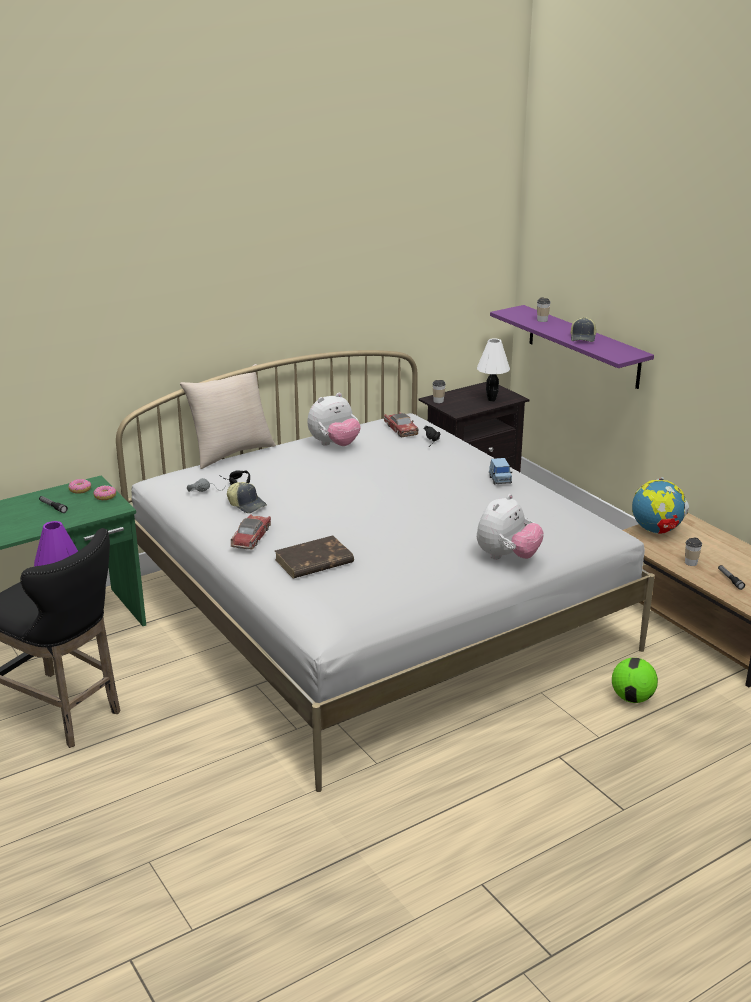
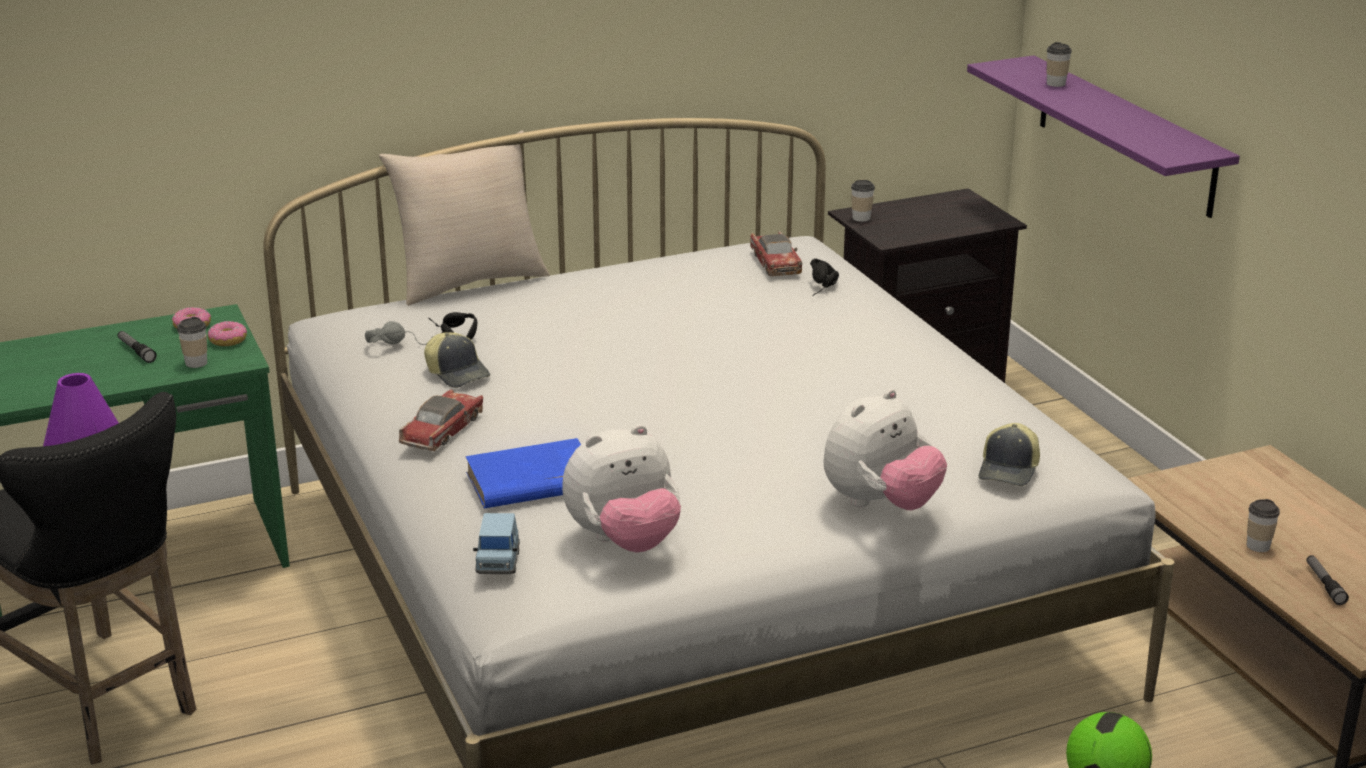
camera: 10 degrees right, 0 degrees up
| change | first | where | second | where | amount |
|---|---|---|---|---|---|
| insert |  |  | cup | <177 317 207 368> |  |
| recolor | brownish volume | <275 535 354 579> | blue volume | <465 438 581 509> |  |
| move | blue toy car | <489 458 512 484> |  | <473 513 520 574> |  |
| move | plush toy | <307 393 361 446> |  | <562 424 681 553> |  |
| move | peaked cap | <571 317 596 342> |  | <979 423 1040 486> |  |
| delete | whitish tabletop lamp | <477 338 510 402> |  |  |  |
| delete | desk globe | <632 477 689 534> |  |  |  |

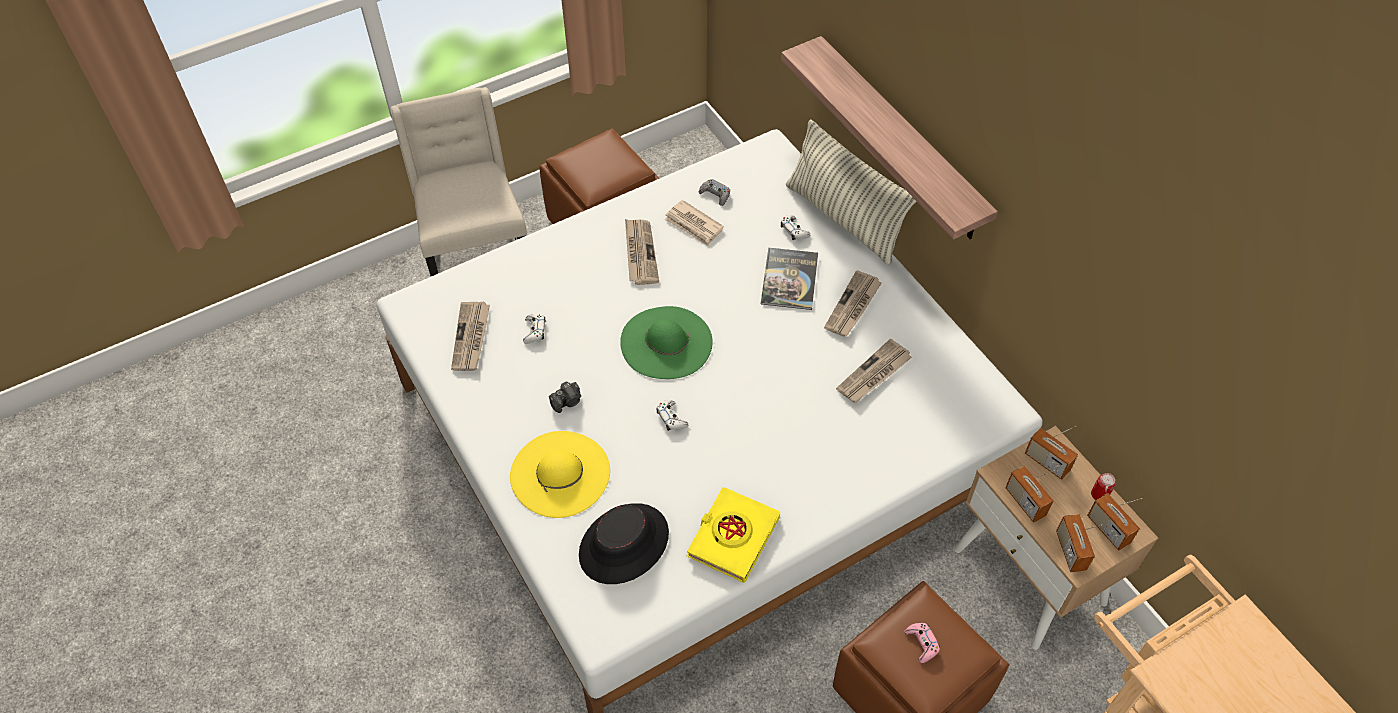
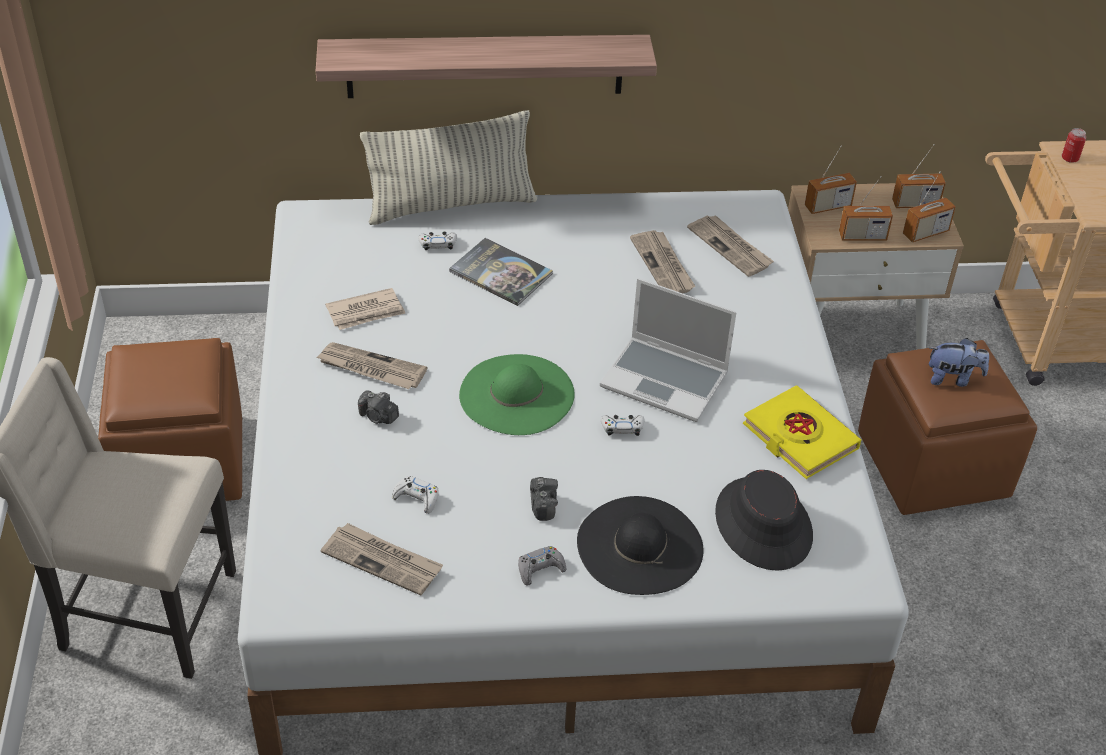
camera: 65 degrees left, 10 degrees down
| change | first | where | second | where | amount |
|---|---|---|---|---|---|
| insert |  |  | still camera | <358 390 399 424> |  |
| move | gray game controller | <699 179 730 206> |  | <518 546 566 586> |  |
| recolor | yellow-coloured wearable hat | <510 431 610 518> | black-coloured wearable hat | <577 496 704 595> |  |
| insert |  |  | portable computer | <600 278 737 422> |  |
| move | daily paper | <824 270 882 337> |  | <687 215 774 277> |  |
| rotate | radio receiver | <1056 514 1102 572> |  | <903 171 956 242> | 45 degrees counterclockwise |
| replace | pinkish game controller | <904 623 940 663> | plush toy | <929 338 989 387> |  |
| move | can | <1091 473 1116 500> |  | <1062 128 1086 163> |  |

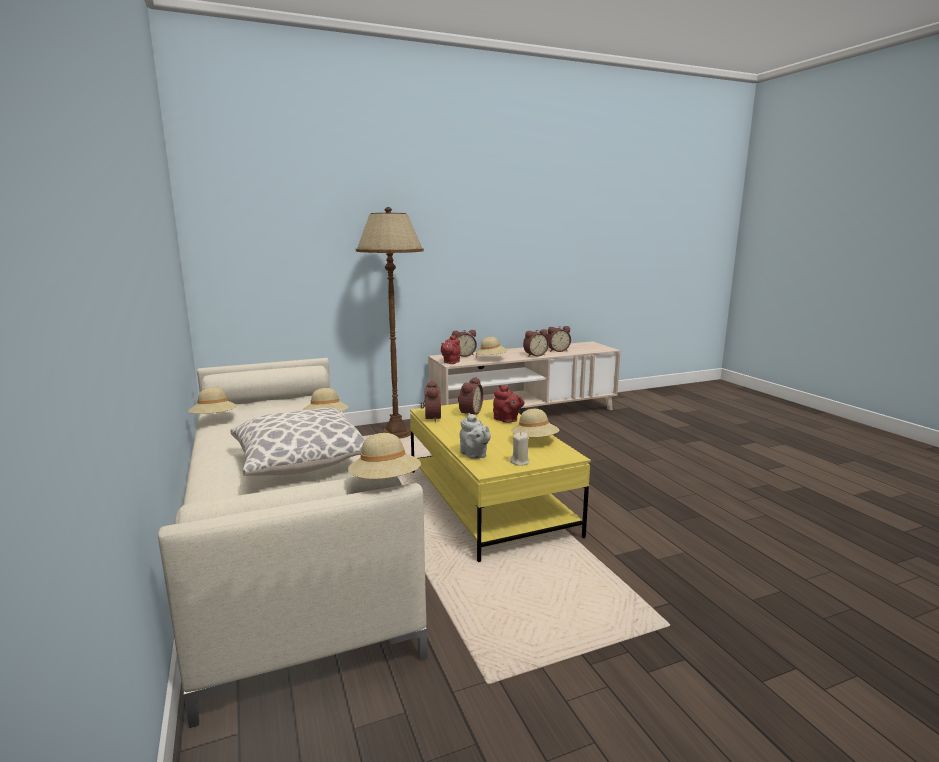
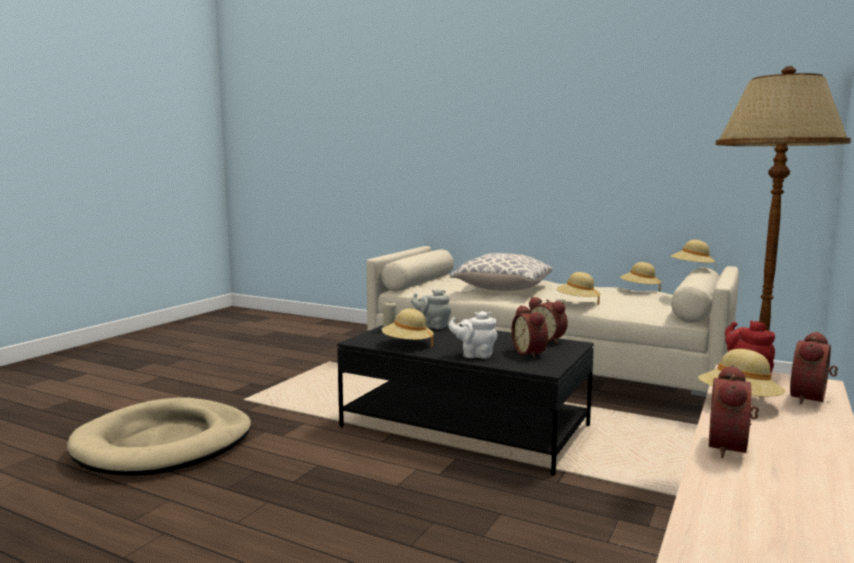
camera: 140 degrees right, 5 degrees down
| change | first | where | second | where | amount |
|---|---|---|---|---|---|
| insert |  |  | sand-coloured dog bed | <67 397 251 476> |  |
| recolor | yellow-coloured lounge table | <410 399 591 562> | black-coloured lounge table | <337 324 594 476> |  |
| recolor | reddish teapot | <493 385 524 423> | whitish teapot | <449 311 498 359> |  |
| move | sand-coloured wearable hat | <348 433 421 479> |  | <671 240 716 266> |  |
| delete | table clock | <547 326 571 352> |  |  |  |

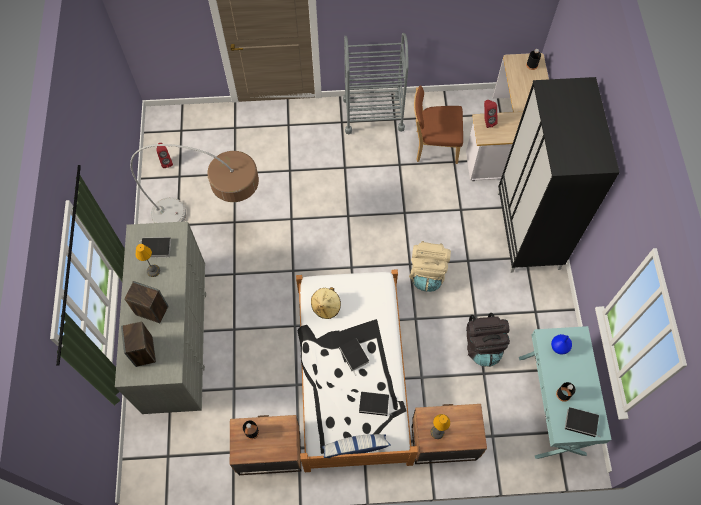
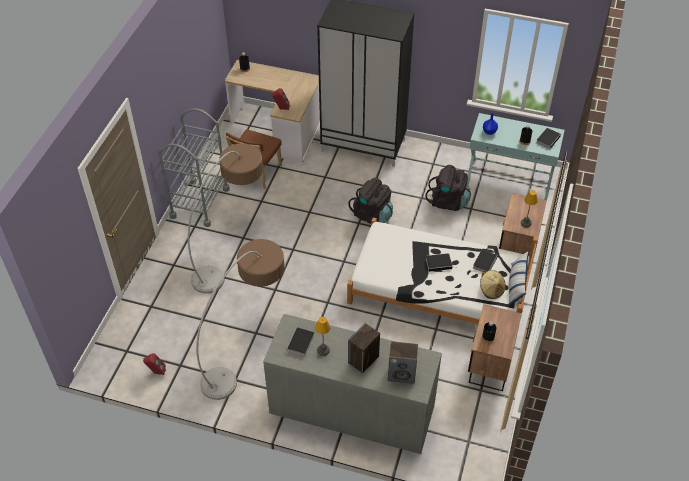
camera: 70 degrees left, 15 degrees down
| change | first | where | second | where | amount |
|---|---|---|---|---|---|
| insert |  |  | floor lamp | <188 143 263 294> |  |
| recolor | sand-coloured knapsack | <409 241 451 292> | black-coloured knapsack | <348 178 393 224> |  |
| move | sand-coloured wearable hat | <311 287 341 319> |  | <480 270 505 299> |  |

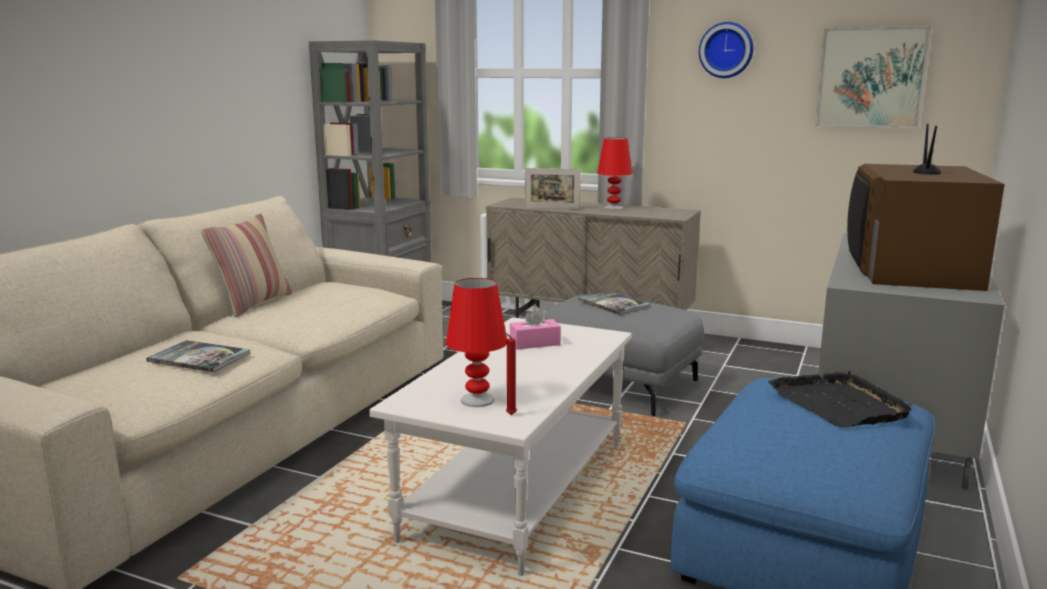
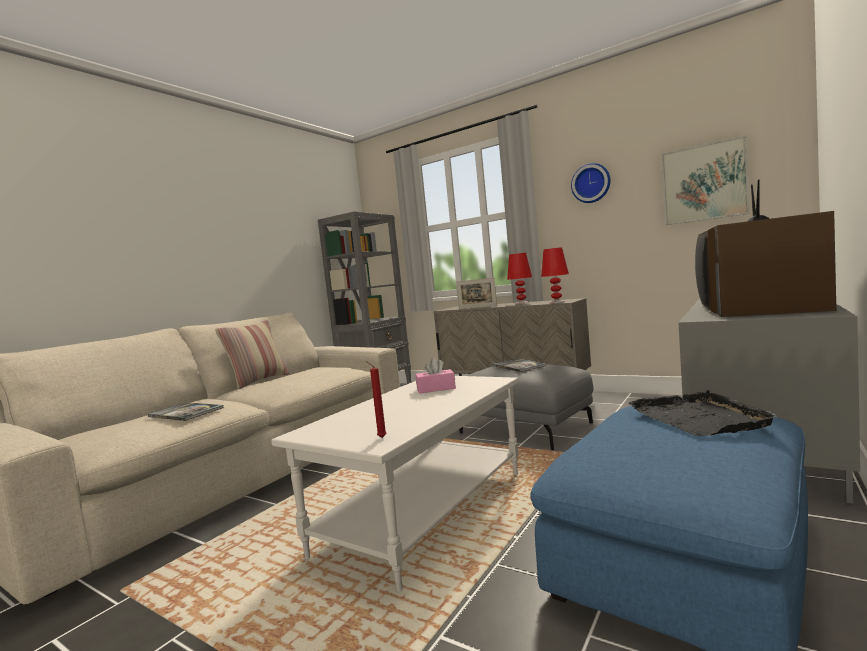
camera: 10 degrees right, 10 degrees down
| change | first | where | second | where | amount |
|---|---|---|---|---|---|
| move | reddish tabletop lamp | <446 278 507 407> |  | <541 247 569 303> |  |

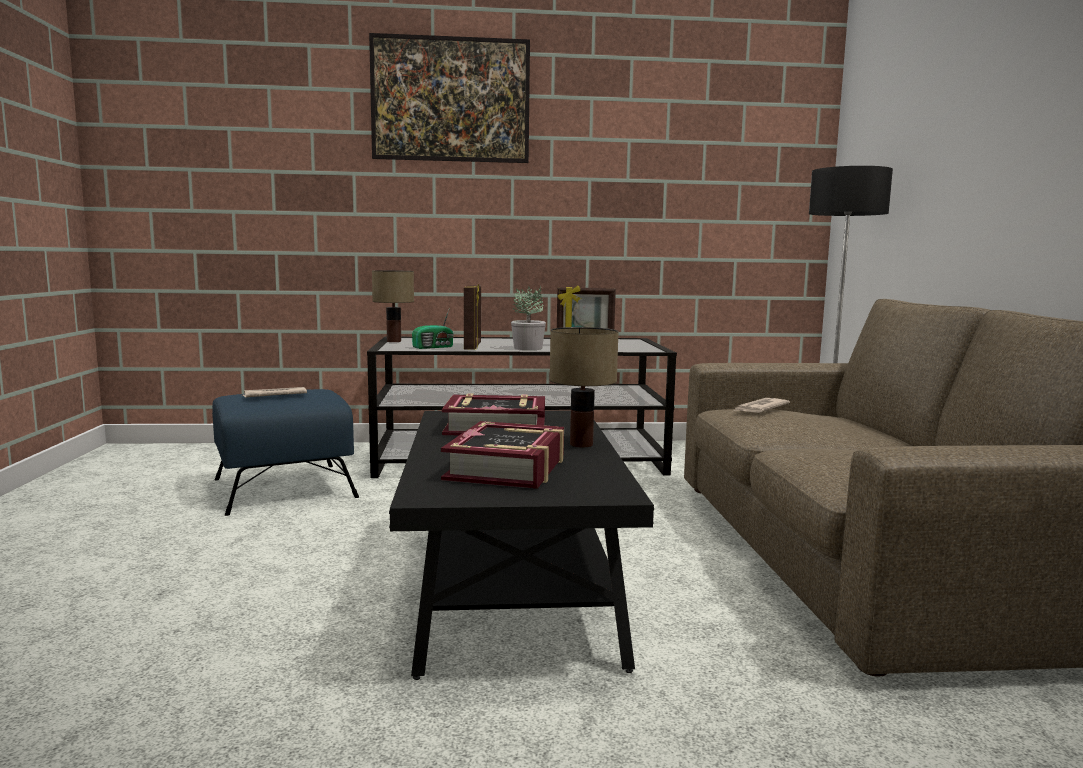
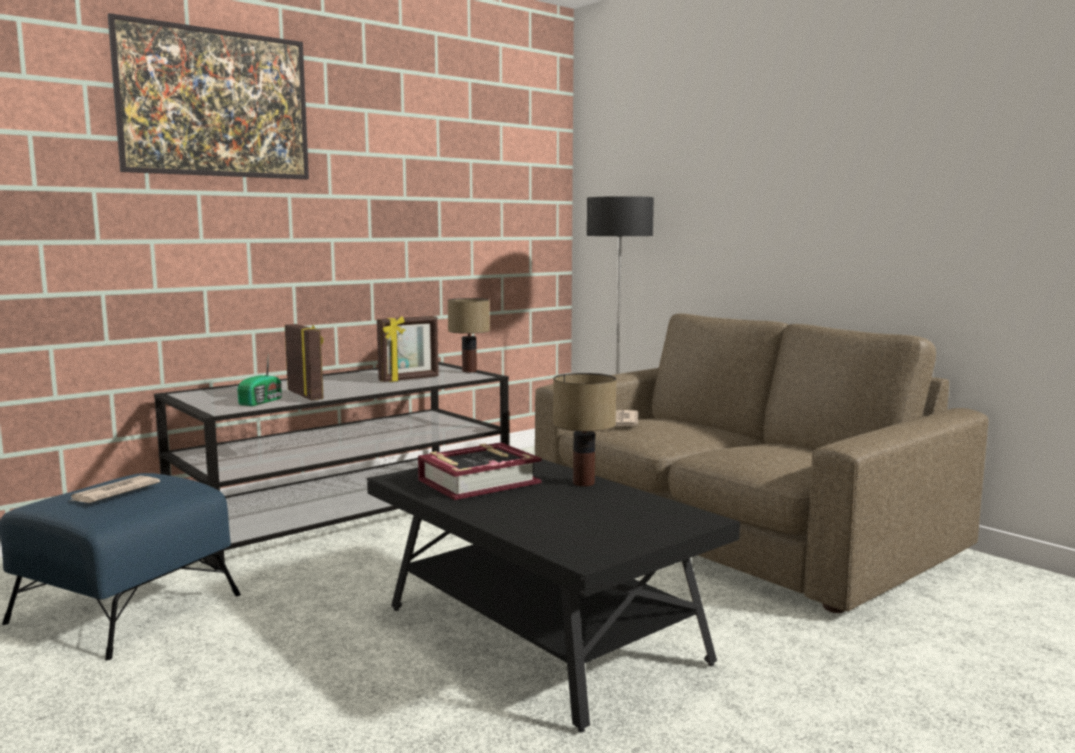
camera: 35 degrees left, 0 degrees up
| change | first | where | second | where | amount |
|---|---|---|---|---|---|
| move | tabletop lamp | <372 270 414 342> |  | <448 298 490 372> |  |
| delete | volume | <441 421 564 489> |  |  |  |
| delete | plant in a pot | <511 287 546 350> |  |  |  |

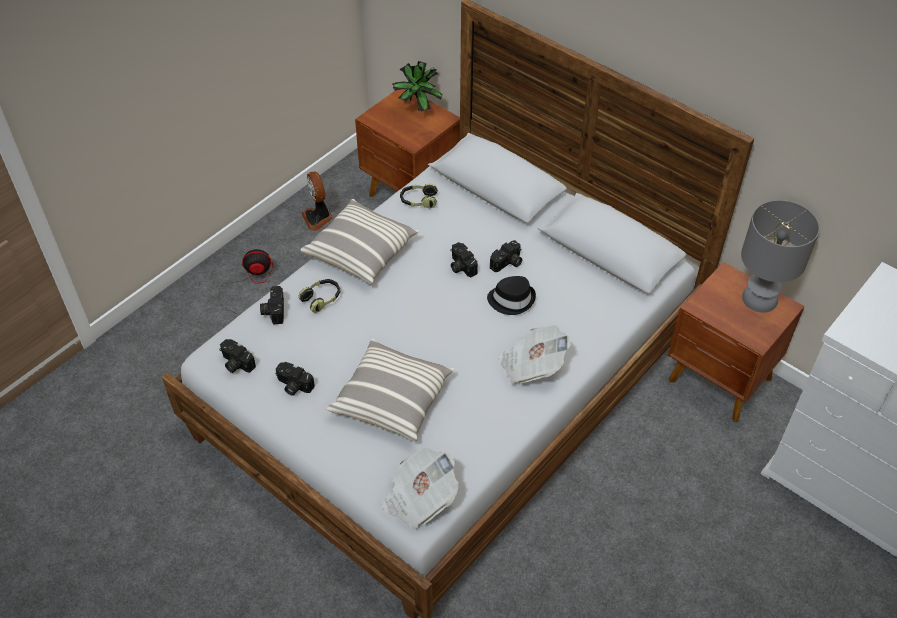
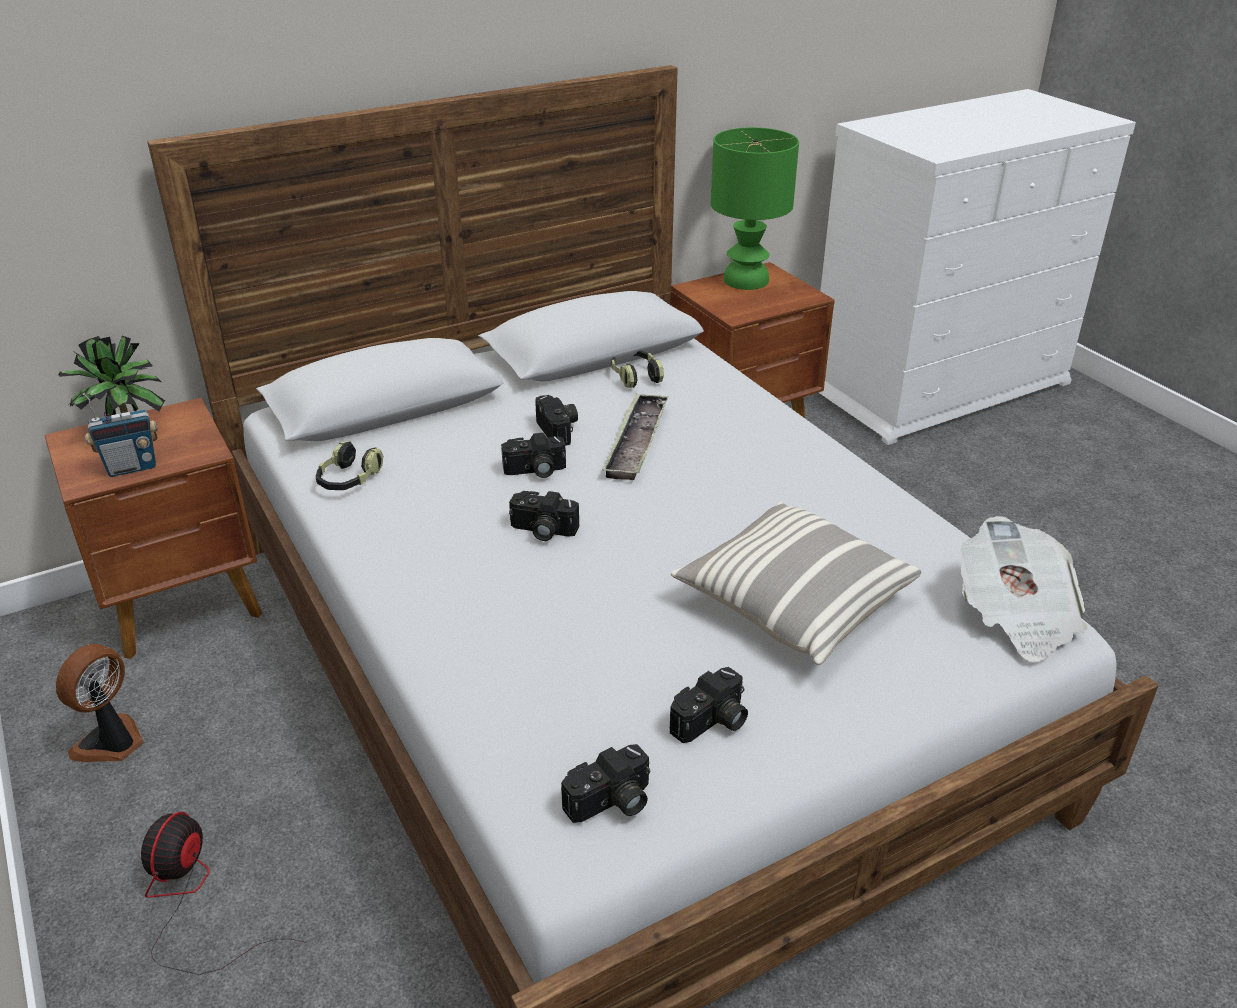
camera: 70 degrees left, 15 degrees down
| change | first | where | second | where | amount |
|---|---|---|---|---|---|
| rotate | electric fan | <301 171 333 231> |  | <56 644 144 762> | 120 degrees clockwise |
| insert |  |  | radio receiver | <82 393 157 477> |  |
| move | still camera | <260 286 284 324> |  | <509 491 579 541> |  |
| replace | black-coloured wearable hat | <487 276 536 315> | tray | <602 393 669 480> |  |
| move | headphones | <298 279 340 313> |  | <612 350 664 388> |  |
| recolor | gray tabletop lamp | <741 200 820 313> | green tabletop lamp | <710 127 799 290> |  |
| delete | pillow | <300 199 419 284> |  |  |  |
| delete | daily paper | <498 325 571 384> |  |  |  |

